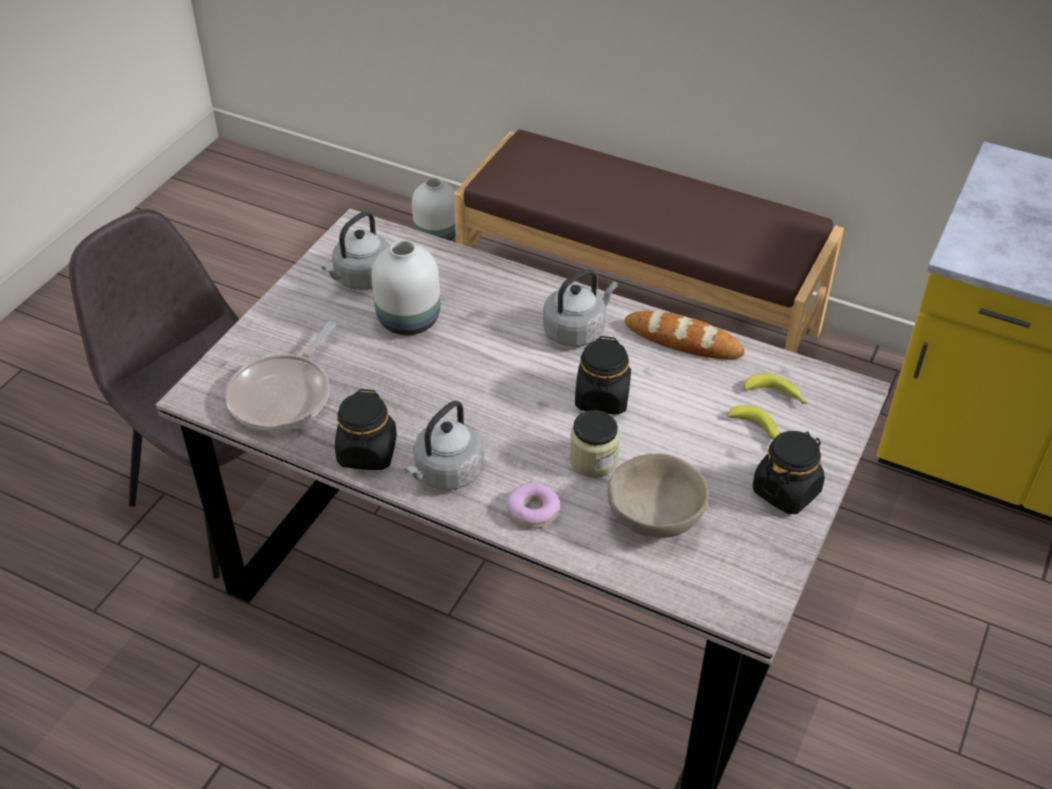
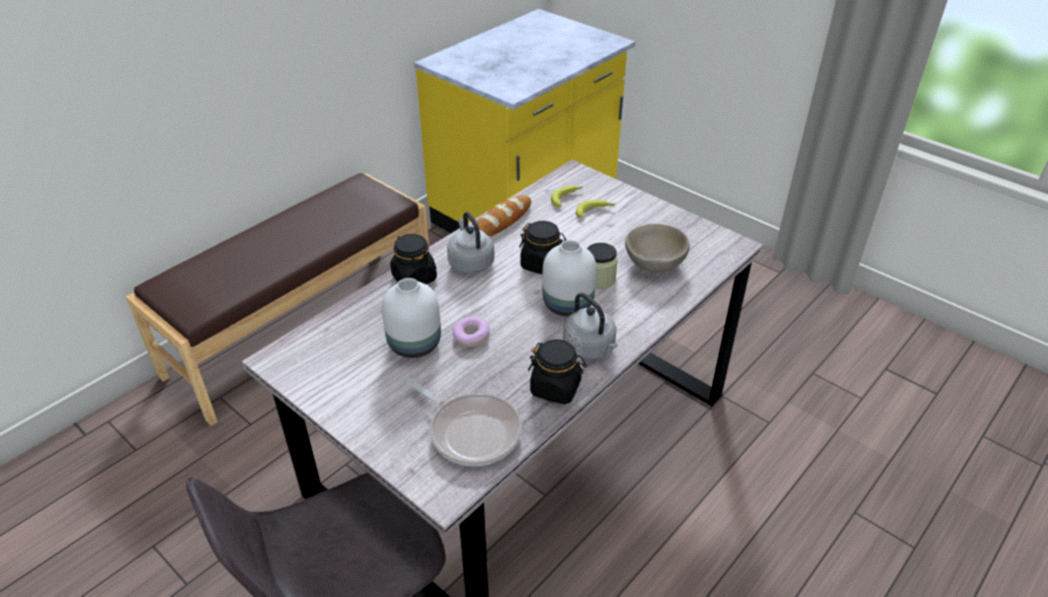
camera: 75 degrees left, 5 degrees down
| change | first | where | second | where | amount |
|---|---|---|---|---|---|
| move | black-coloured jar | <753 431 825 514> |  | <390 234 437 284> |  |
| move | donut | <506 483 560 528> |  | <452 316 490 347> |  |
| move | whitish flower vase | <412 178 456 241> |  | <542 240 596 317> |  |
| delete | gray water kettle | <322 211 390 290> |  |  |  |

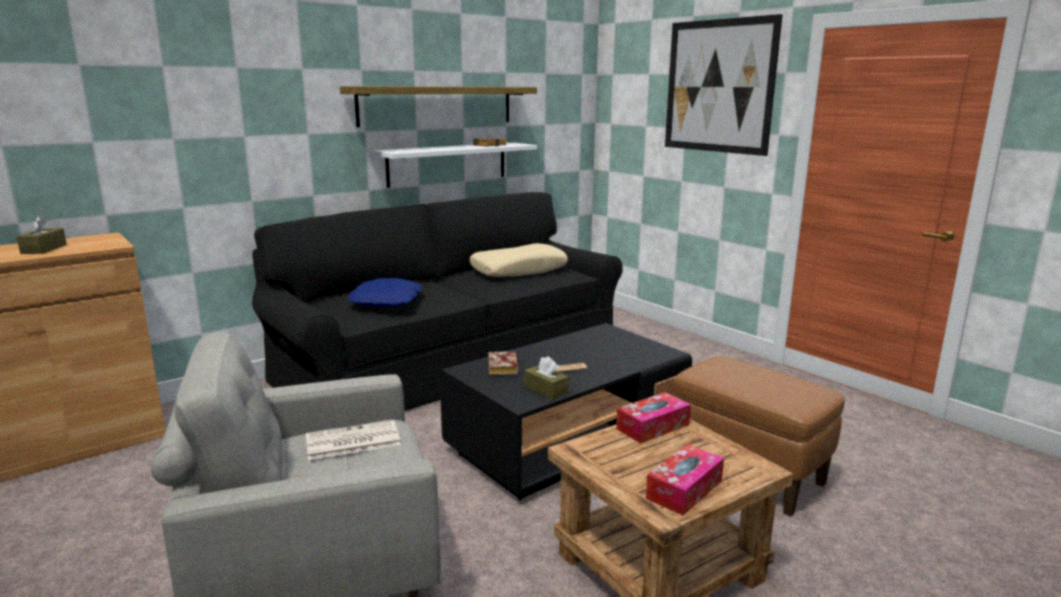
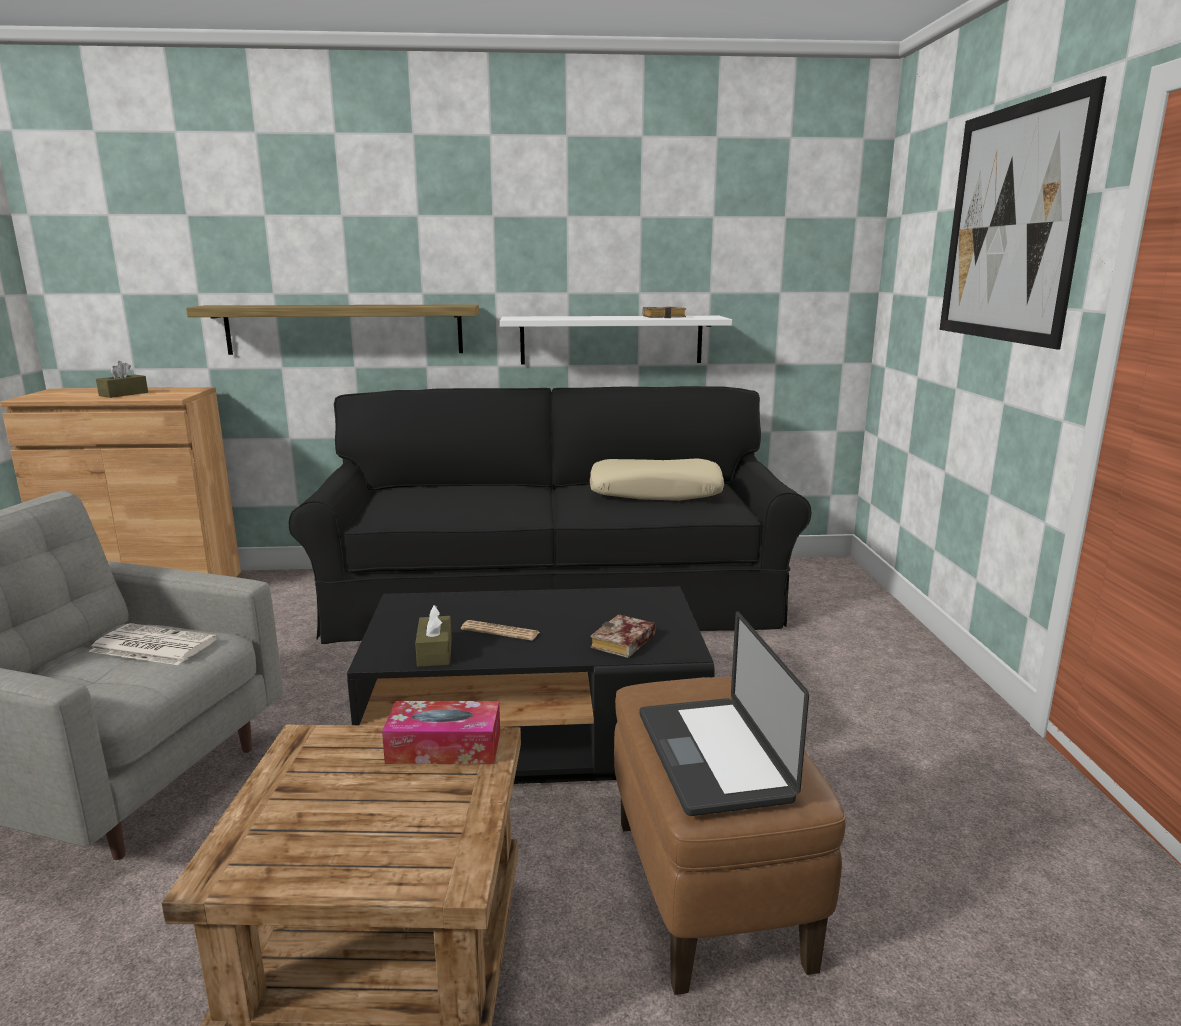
camera: 35 degrees right, 0 degrees up
| change | first | where | second | where | amount |
|---|---|---|---|---|---|
| move | wall shelf | <340 86 537 127> |  | <186 304 479 355> |  |
| move | volume | <488 351 518 375> |  | <591 614 656 658> |  |
| insert |  |  | portable computer | <639 611 809 816> |  |
| delete | blue pillow | <347 278 422 308> |  |  |  |
| delete | tissue holder | <646 444 724 515> |  |  |  |

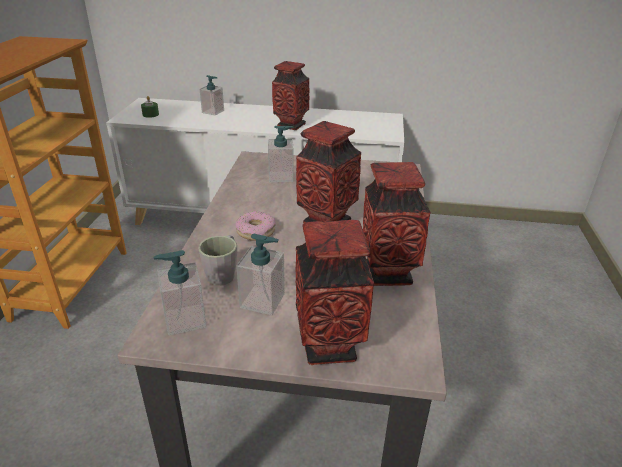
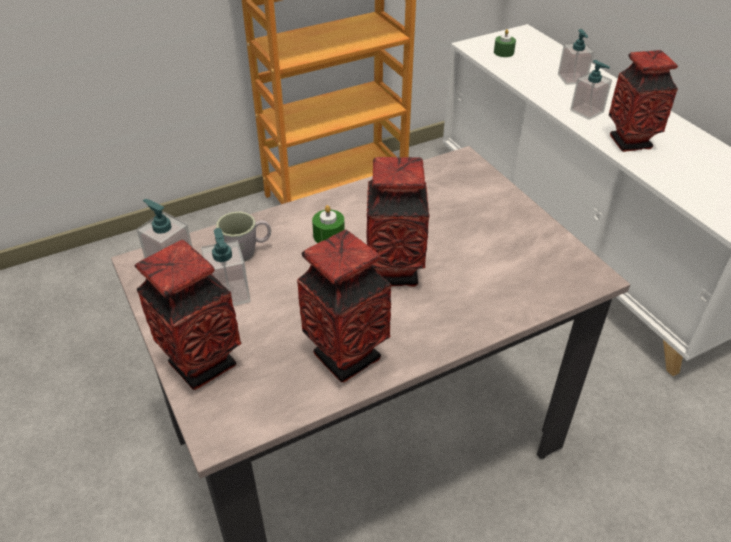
camera: 55 degrees right, 10 degrees up
| change | first | where | second | where | amount |
|---|---|---|---|---|---|
| replace | donut | <236 211 276 241> | green wax candle | <312 205 345 243> |  |
| move | soap dispenser | <268 126 294 182> |  | <570 60 612 120> |  |

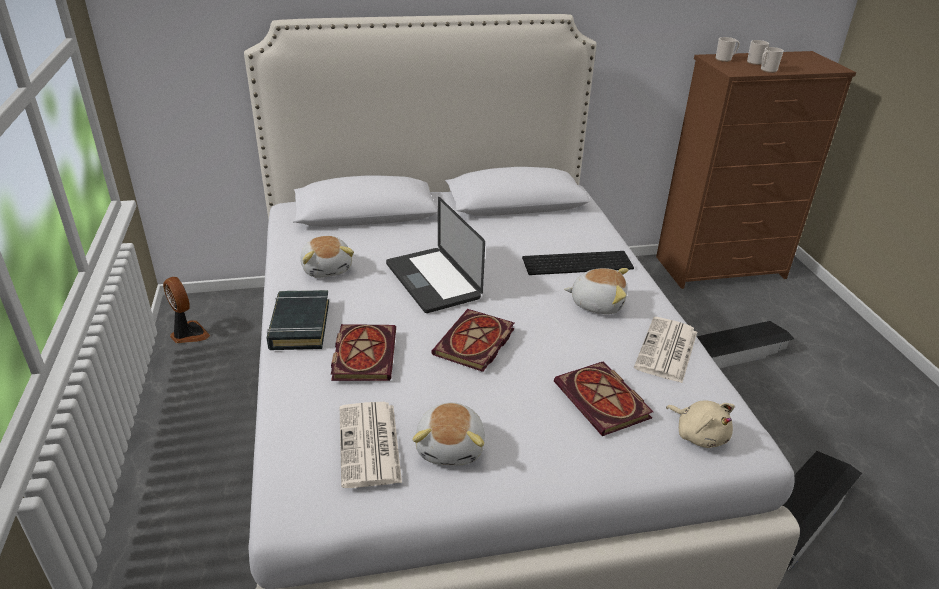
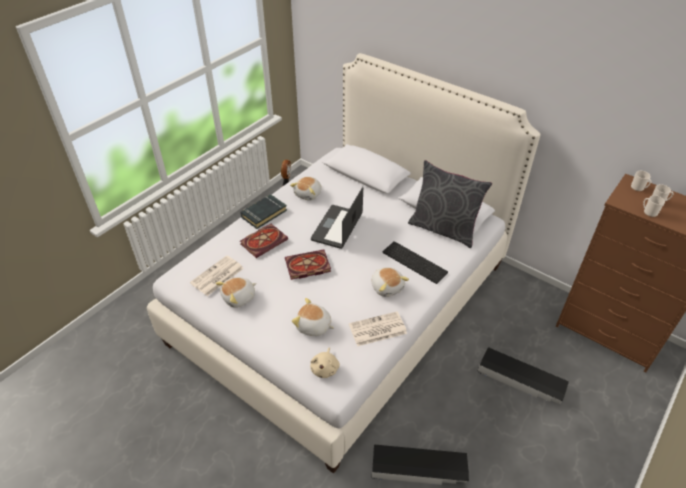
camera: 50 degrees right, 10 degrees up
| change | first | where | second | where | amount |
|---|---|---|---|---|---|
| replace | volume | <554 362 653 436> | plush toy | <292 298 334 336> |  |
| insert |  |  | gray pillow | <408 160 492 248> |  |

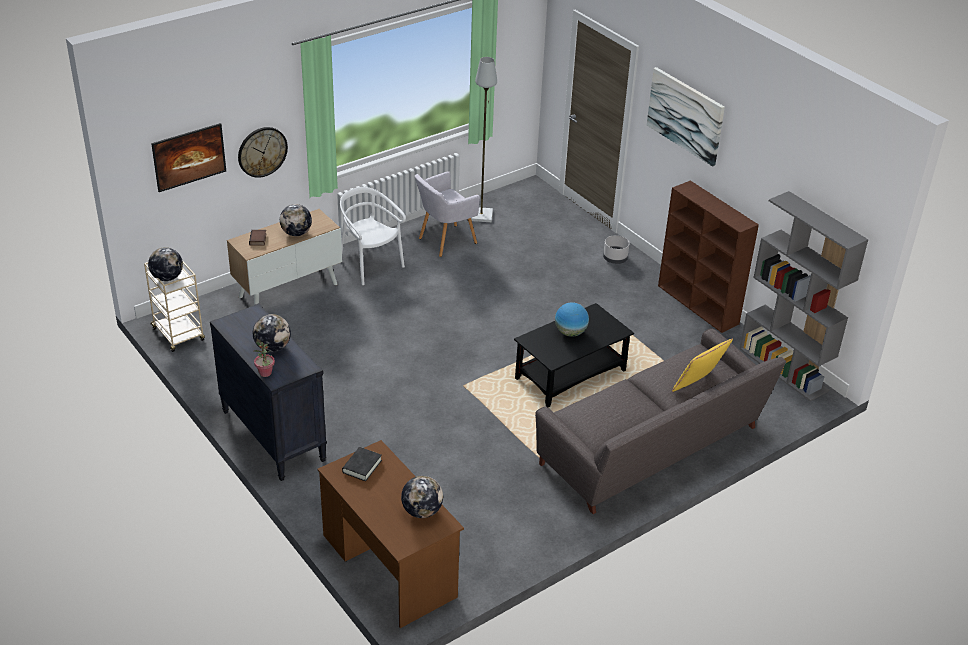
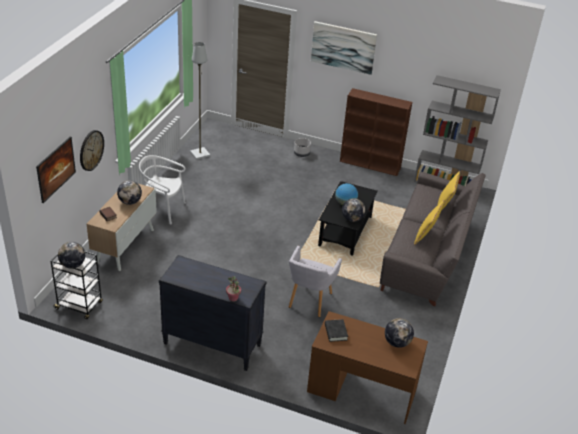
camera: 35 degrees left, 0 degrees up
| change | first | where | second | where | amount |
|---|---|---|---|---|---|
| recolor | sand-coloured wheeled cart | <144 260 205 352> | black-coloured wheeled cart | <50 251 103 319> |  |
| move | gray armchair | <415 171 480 257> |  | <289 246 342 317> |  |
| move | desk globe | <253 314 291 352> |  | <342 198 365 222> |  |
| insert |  |  | yellow-coloured pillow | <414 201 444 245> |  |

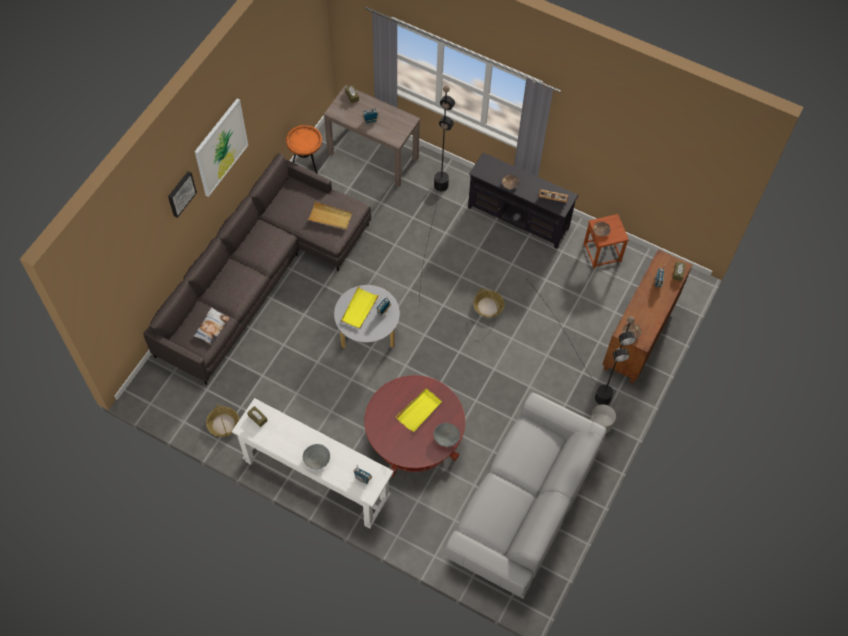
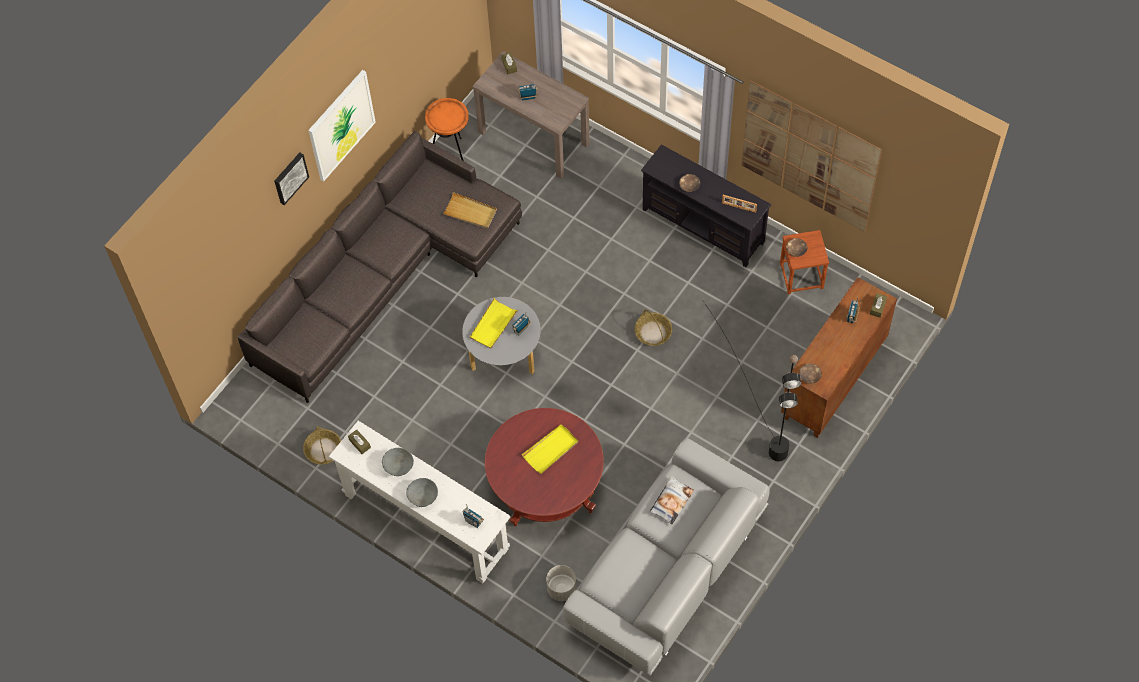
camera: 10 degrees right, 0 degrees up
| change | first | where | second | where | amount |
|---|---|---|---|---|---|
| move | gray serving bowl | <434 423 460 447> |  | <382 448 414 476> |  |
| move | gray flower pot | <590 405 616 433> |  | <546 565 576 601> |  |
| move | pillow | <193 307 230 345> |  | <649 476 694 525> |  |
| insert |  |  | wall art | <742 80 882 232> |  |
| delete | black-coloured floor lamp | <419 85 455 308> |  |  |  |

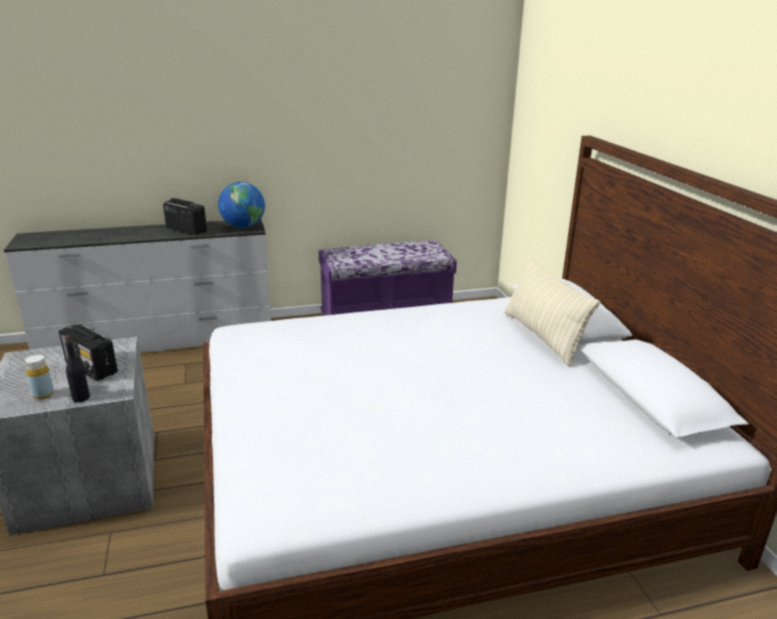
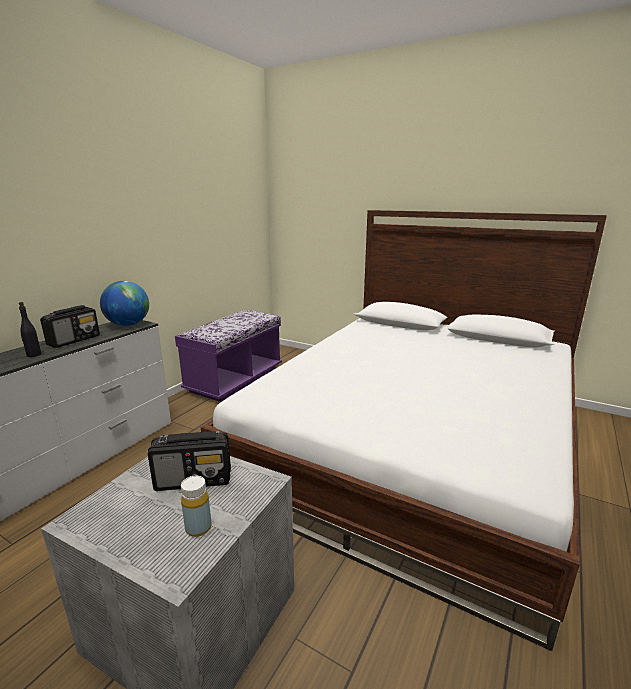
camera: 45 degrees left, 5 degrees down
| change | first | where | second | where | amount |
|---|---|---|---|---|---|
| move | black-coloured bottle | <65 335 90 403> |  | <19 302 41 357> |  |
| rotate | radio receiver | <163 198 207 235> |  | <40 305 100 348> | 135 degrees clockwise |
| delete | sand-coloured pillow | <505 256 600 366> |  |  |  |

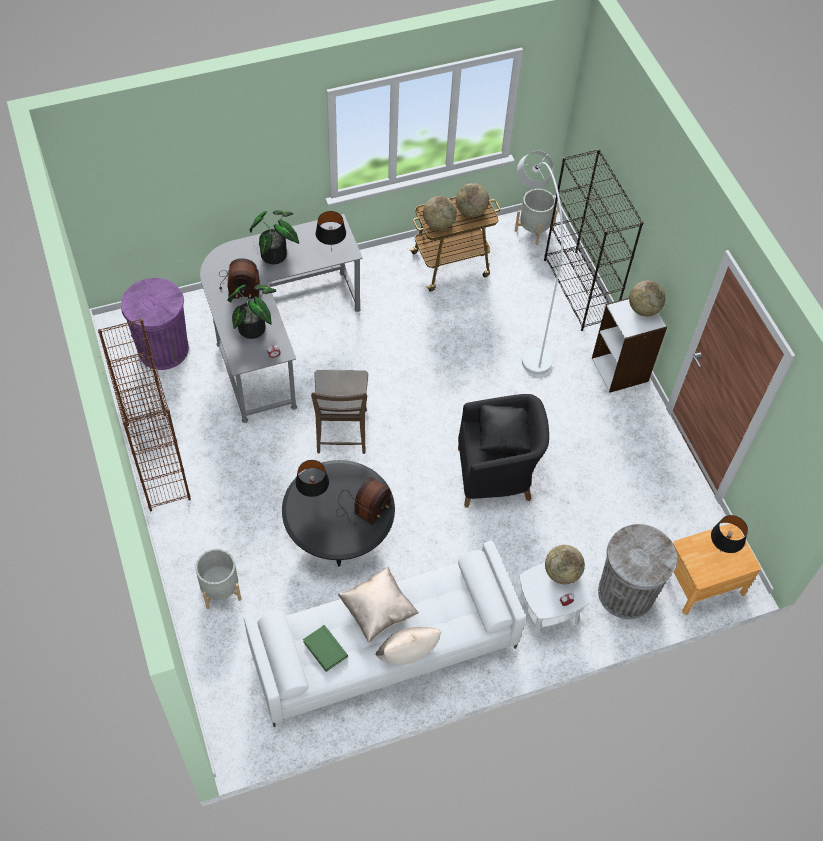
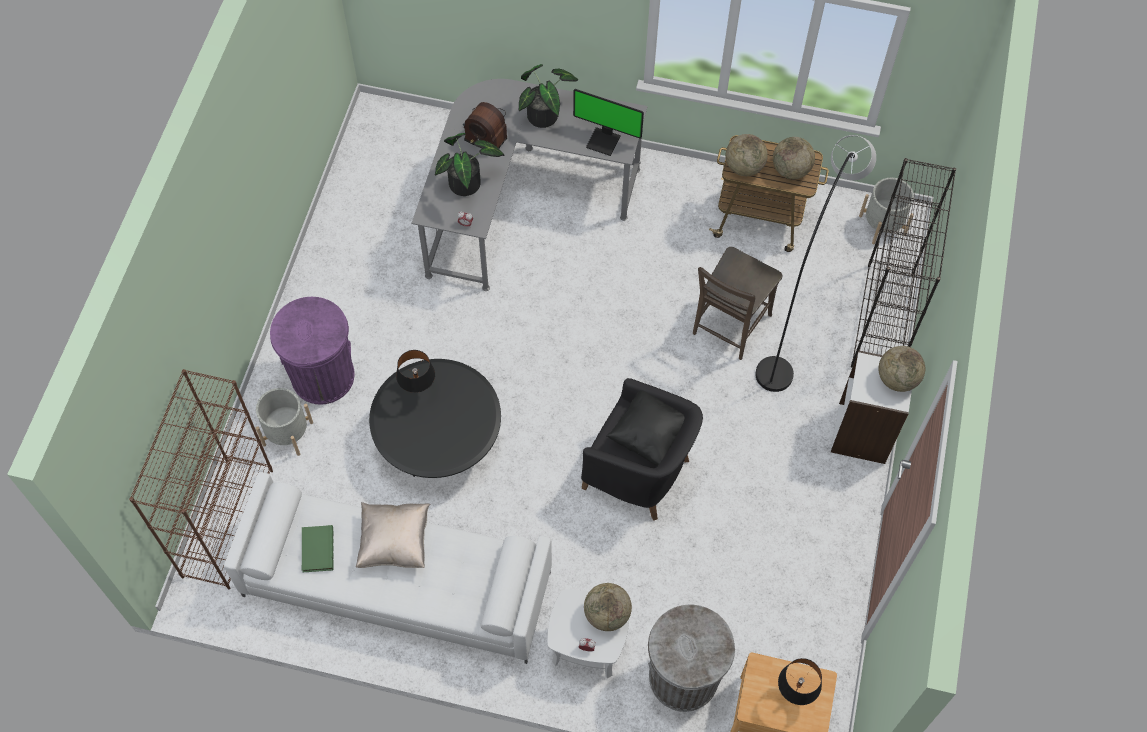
camera: 35 degrees right, 5 degrees up
| change | first | where | second | where | amount |
|---|---|---|---|---|---|
| move | brownish shelving unit | <98 319 191 511> |  | <129 369 273 589> |  |
| move | purple rubbish bin | <121 278 189 370> |  | <270 297 354 404> |  |
| replace | black-coloured tabletop lamp | <316 211 346 252> | computer display | <573 89 644 156> |  |
| move | brownish plain chair | <311 370 368 454> |  | <693 247 783 360> |  |
| recolor | whitish floor lamp | <517 151 563 375> | black-coloured floor lamp | <755 135 876 392> |  |
| delete | radio receiver | <336 477 392 526> |  |  |  |
| delete | sand-coloured pillow | <375 627 441 665> |  |  |  |

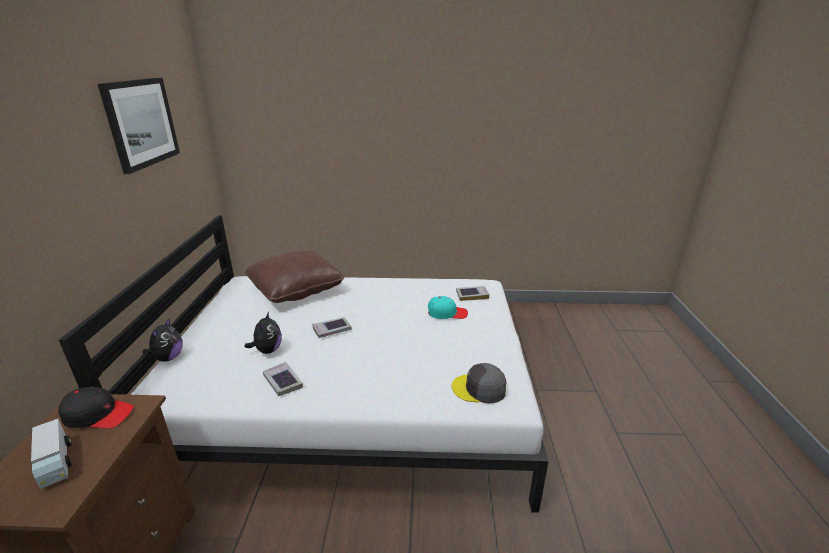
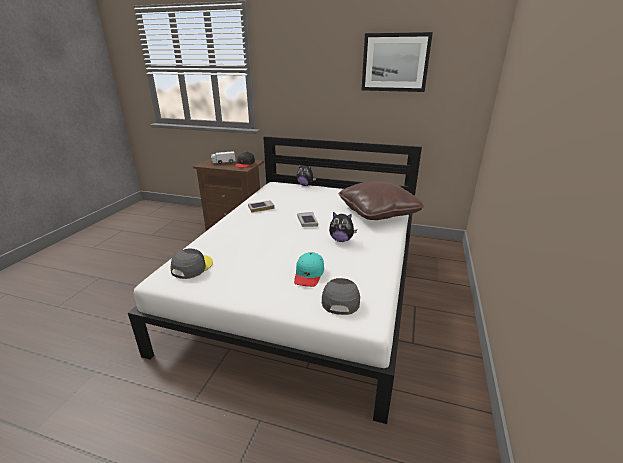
camera: 105 degrees right, 0 degrees up
| change | first | where | second | where | amount |
|---|---|---|---|---|---|
| replace | volume | <456 286 490 301> | gray peaked cap | <322 278 360 315> |  |
| move | plush toy | <245 311 282 354> |  | <329 212 357 242> |  |

